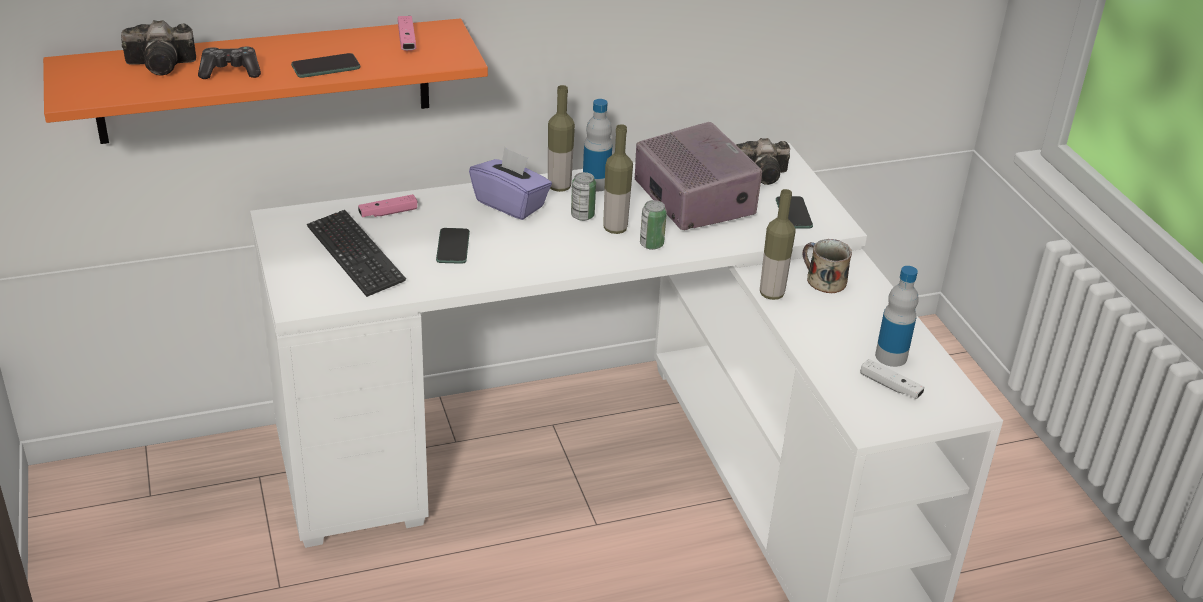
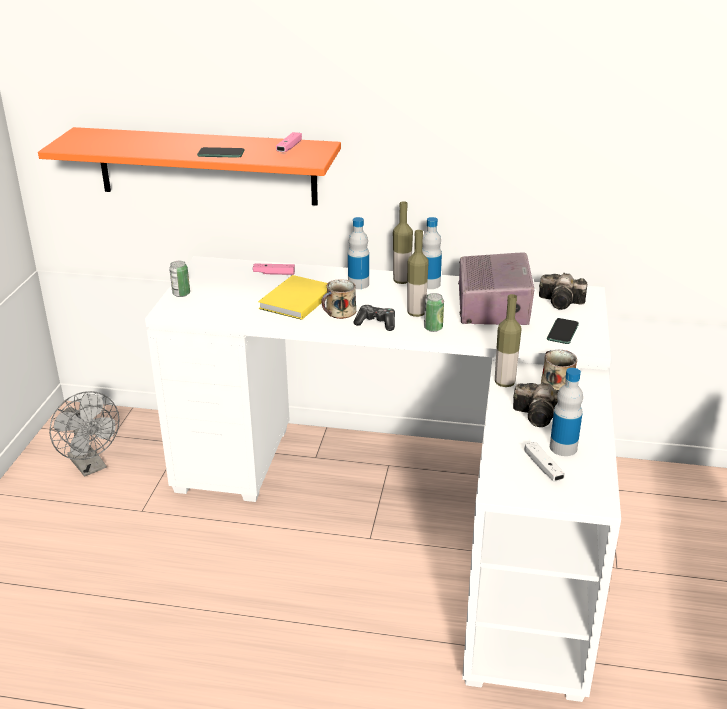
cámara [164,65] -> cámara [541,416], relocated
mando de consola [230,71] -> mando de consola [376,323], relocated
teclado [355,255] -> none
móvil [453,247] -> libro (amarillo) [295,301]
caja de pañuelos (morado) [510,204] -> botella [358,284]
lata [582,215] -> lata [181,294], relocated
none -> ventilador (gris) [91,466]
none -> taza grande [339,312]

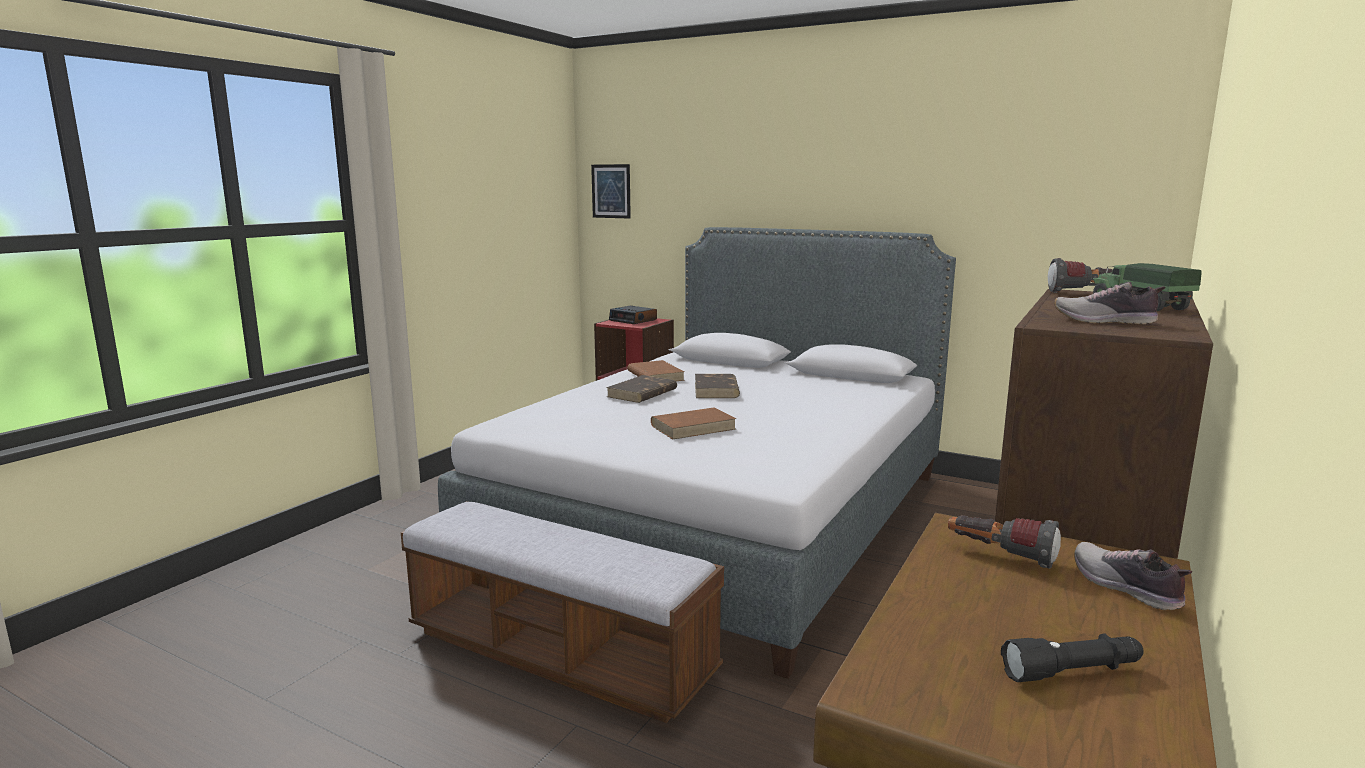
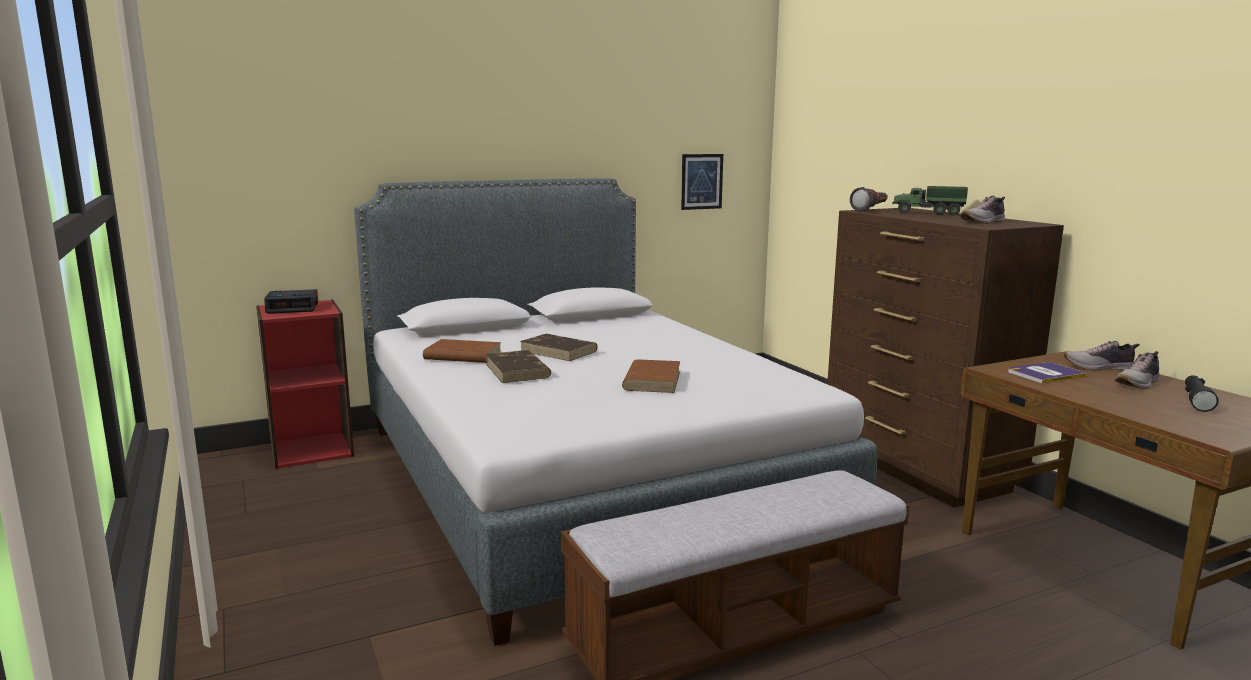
cuadro [611,191] -> cuadro [701,181], relocated
linterna [1000,556] -> libro [1045,374]
none -> zapato [1138,383]

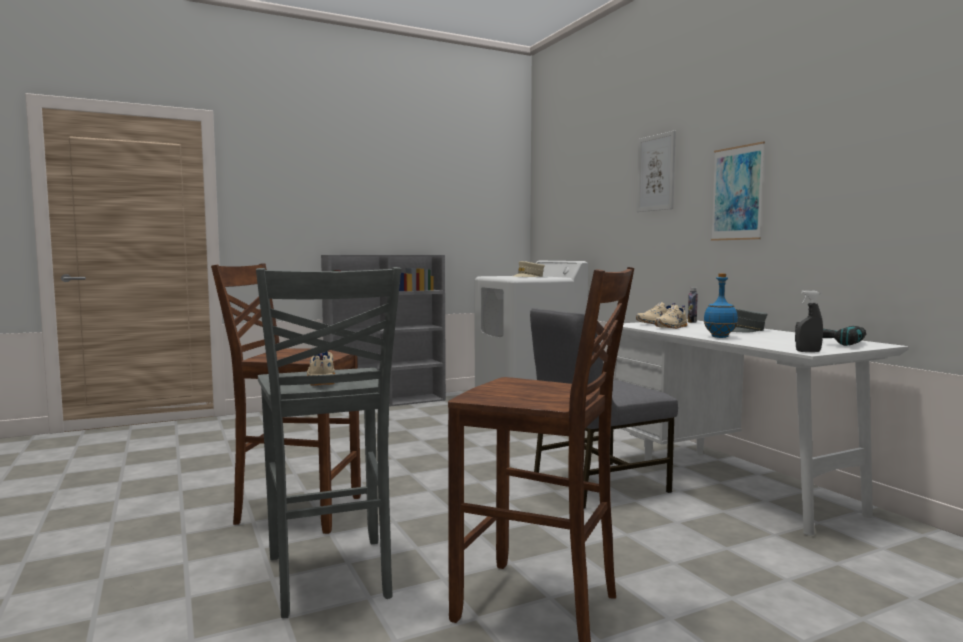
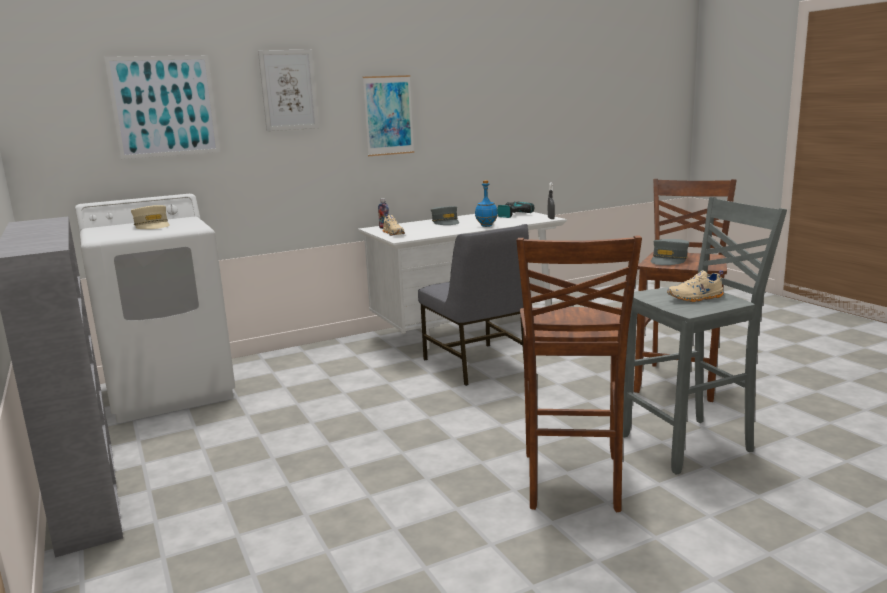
zapato (beis) [672,327] -> none
none -> cuadro [164,106]
none -> gorra (gris) [669,260]

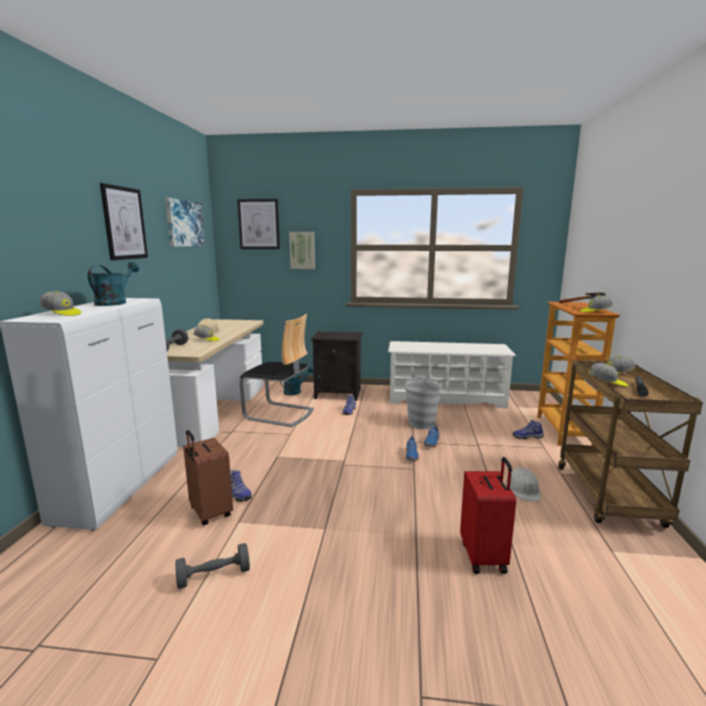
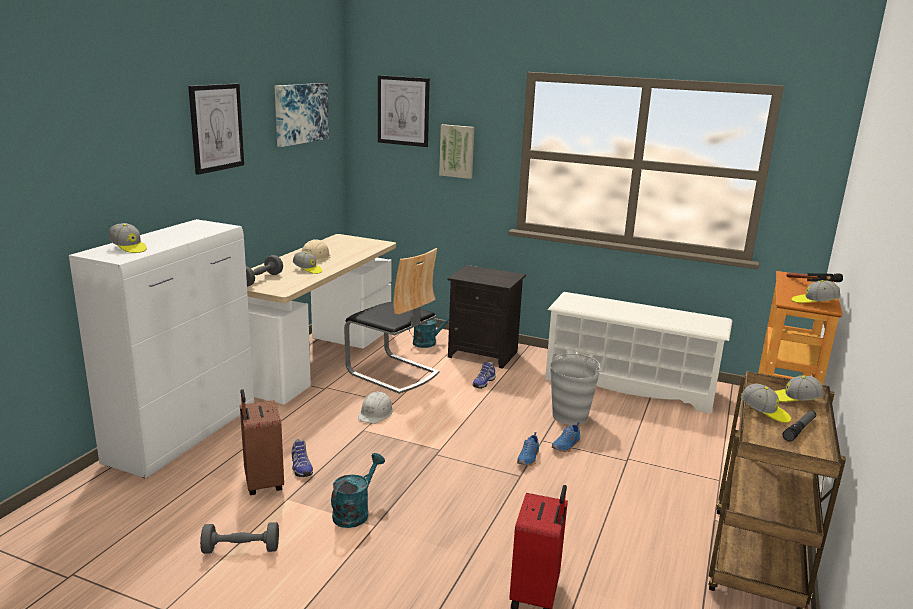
regadera (turquesa) [115,302] -> regadera (turquesa) [355,512], relocated
casco (blanco) [523,489] -> casco (blanco) [376,413], relocated
zapato [527,436] -> none

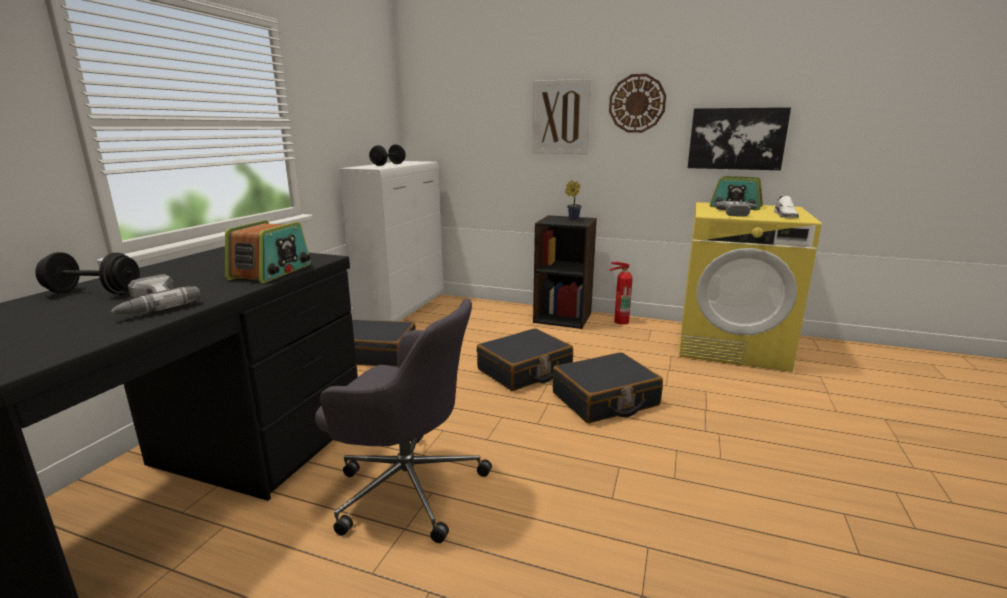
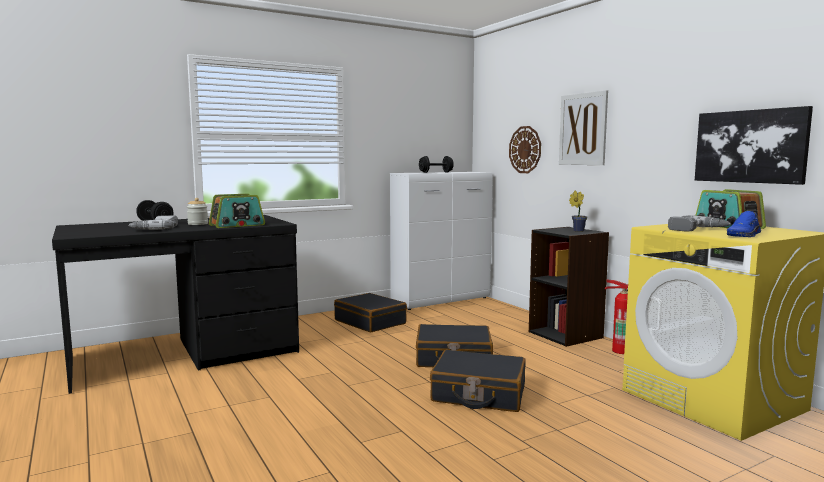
silla de oficina (gris) [406,486] -> none
reloj de pared [637,103] -> reloj de pared [525,149], relocated
zapato (blanco) [786,216] -> zapato (azul) [745,235]
none -> tarro [198,224]

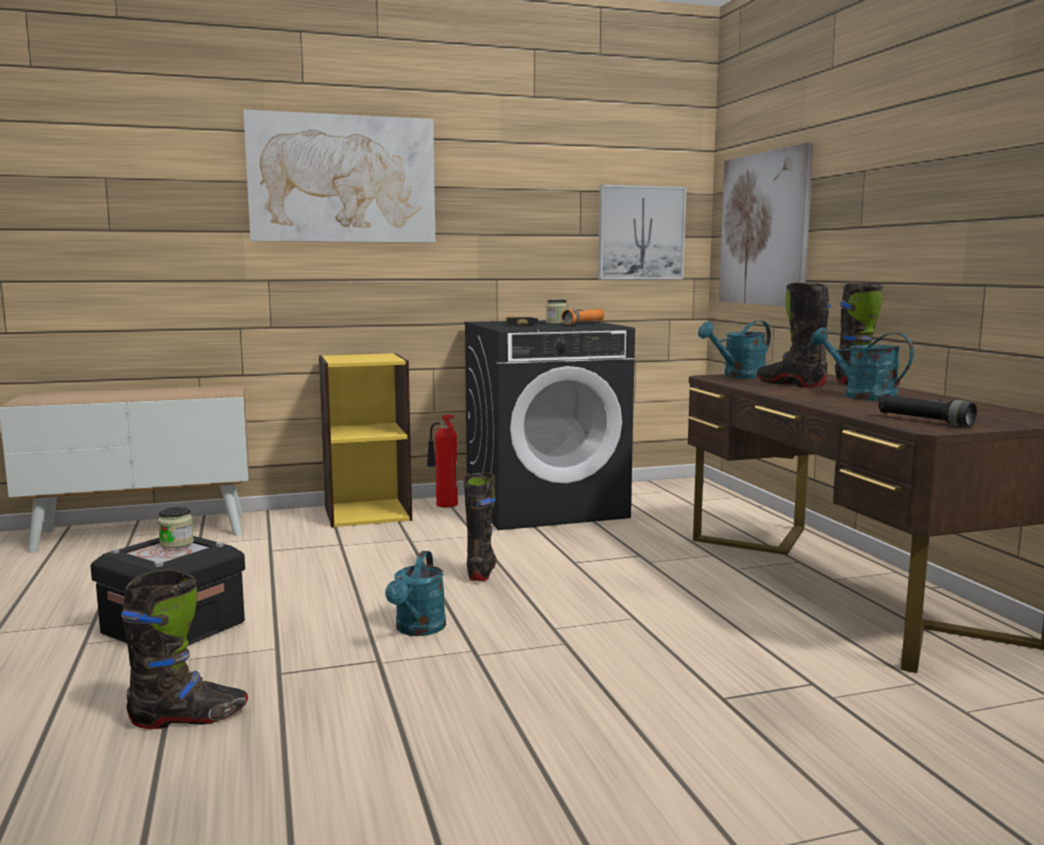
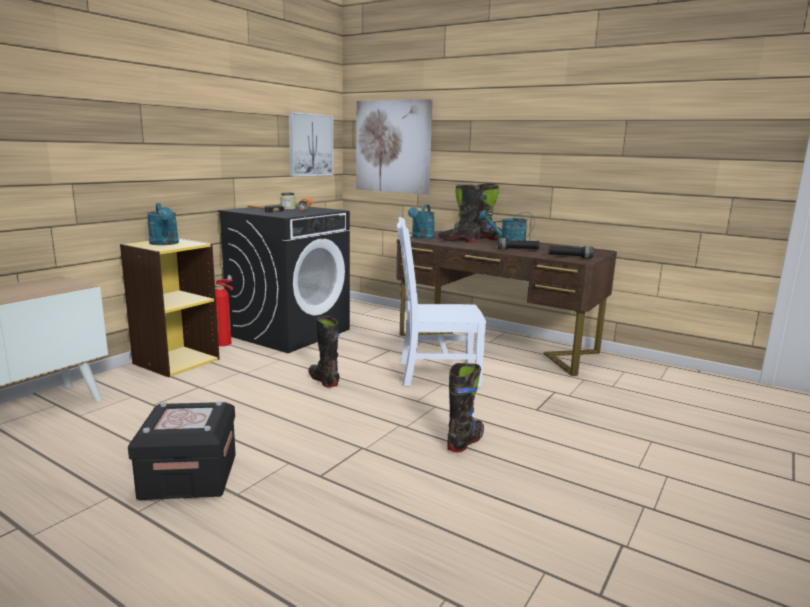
bota (negro) [189,718] -> bota (negro) [465,441], relocated
tarro [176,543] -> none
cuadro [342,179] -> none
regadera (turquesa) [418,630] -> regadera (turquesa) [165,243], relocated
none -> silla (blanco) [435,374]
none -> linterna (negro) [517,249]

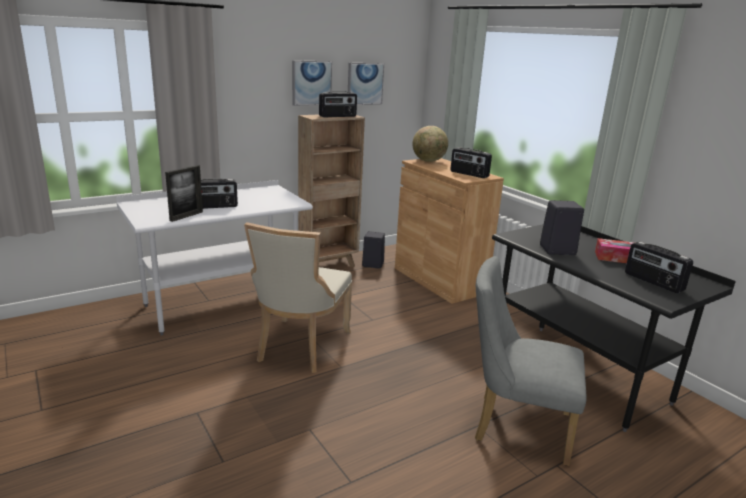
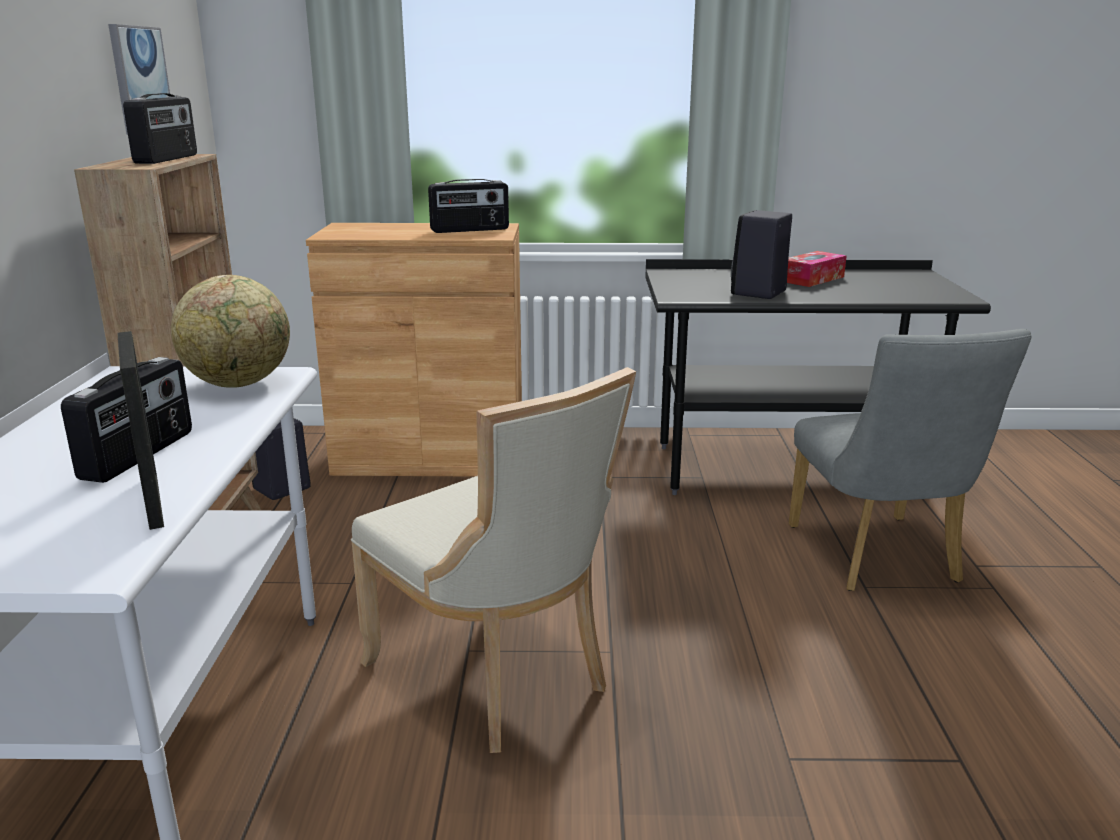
cuadro [311,83] -> none
globo terráqueo [429,161] -> globo terráqueo [239,384], relocated
silla (gris) [514,426] -> silla (gris) [879,559], 60 degrees counterclockwise
radio [653,282] -> none

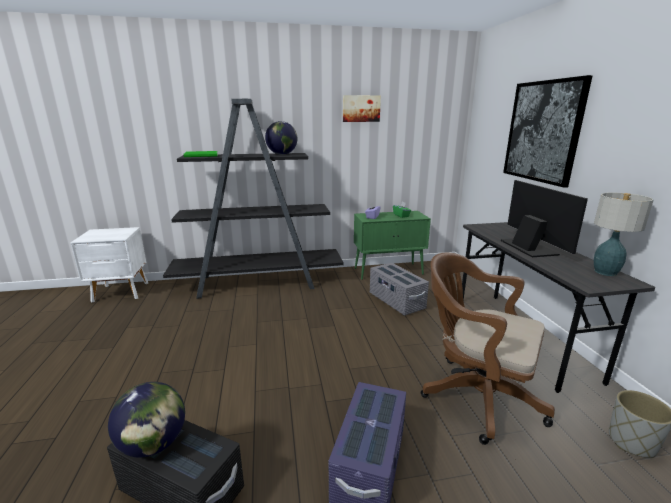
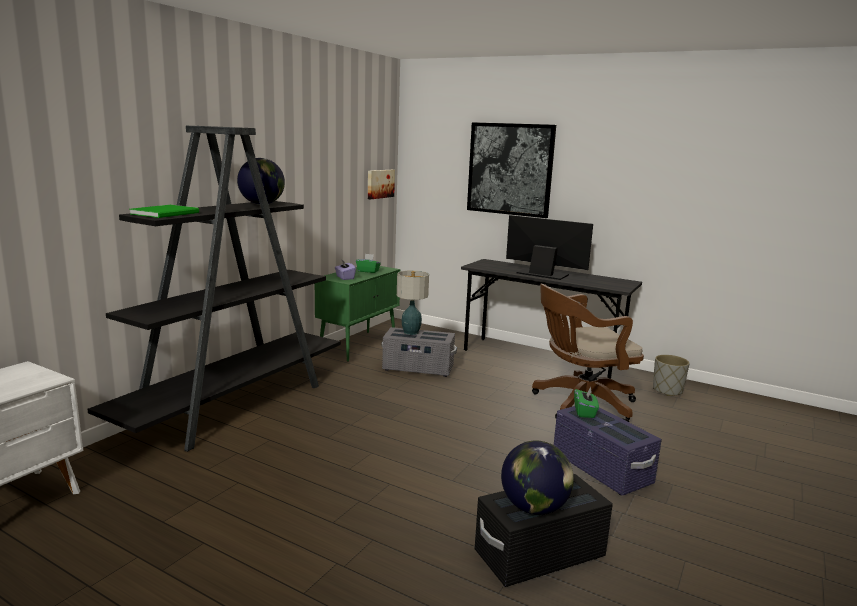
cuadro [361,108] -> cuadro [379,184], relocated
lámpara de mesa [605,272] -> lámpara de mesa [410,332], relocated
none -> caja de pañuelos (verde) [584,412]

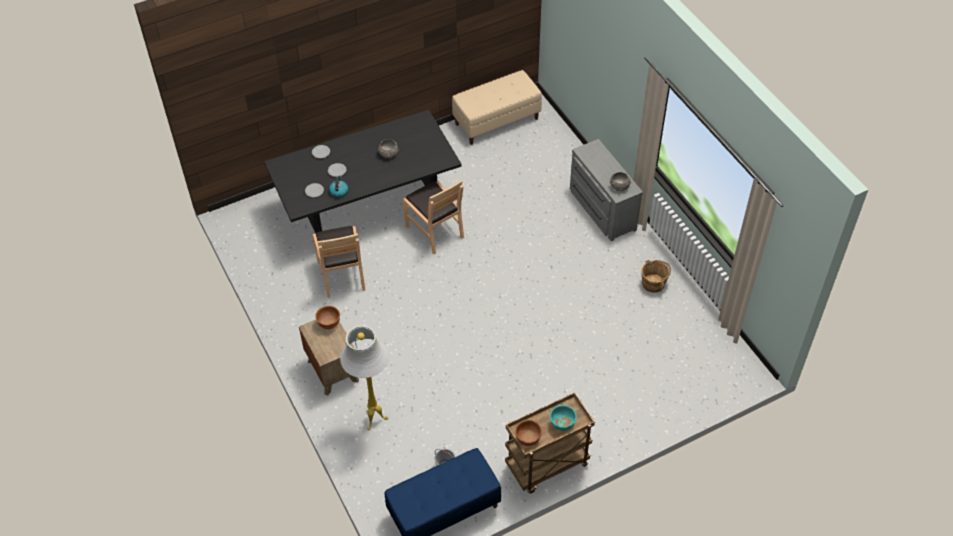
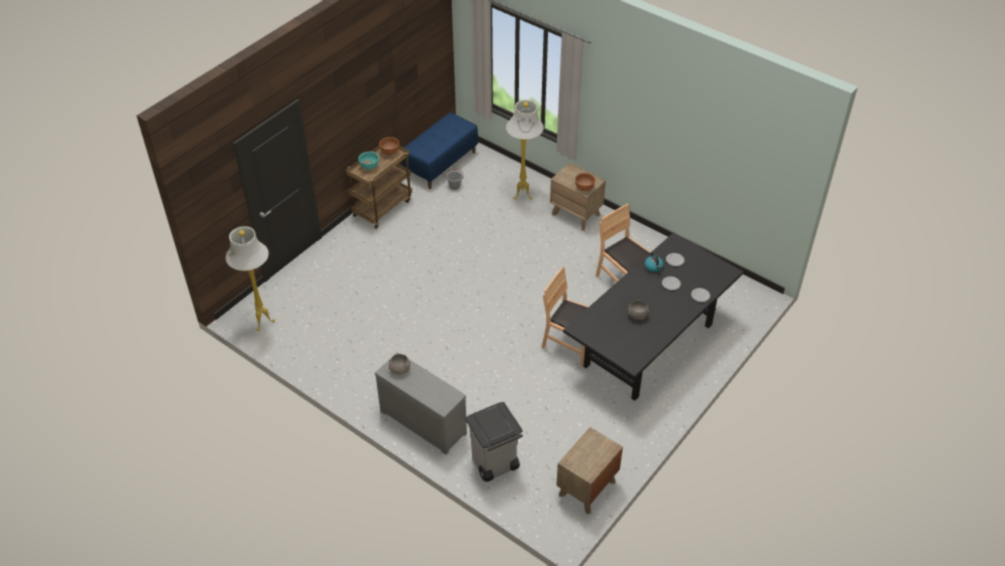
banco (beis) [496,121] -> mesita de noche (marrón) [587,488]
cubo (marrón) [653,283] -> none
none -> lámpara de pie (blanco) [263,324]
none -> papelera (gris) [494,465]

